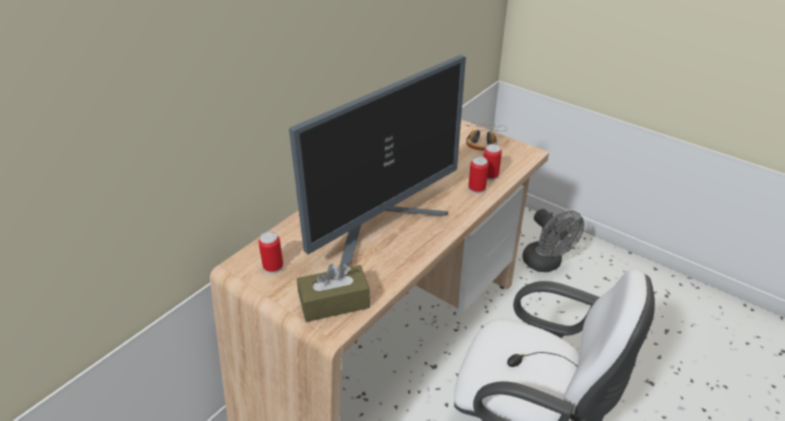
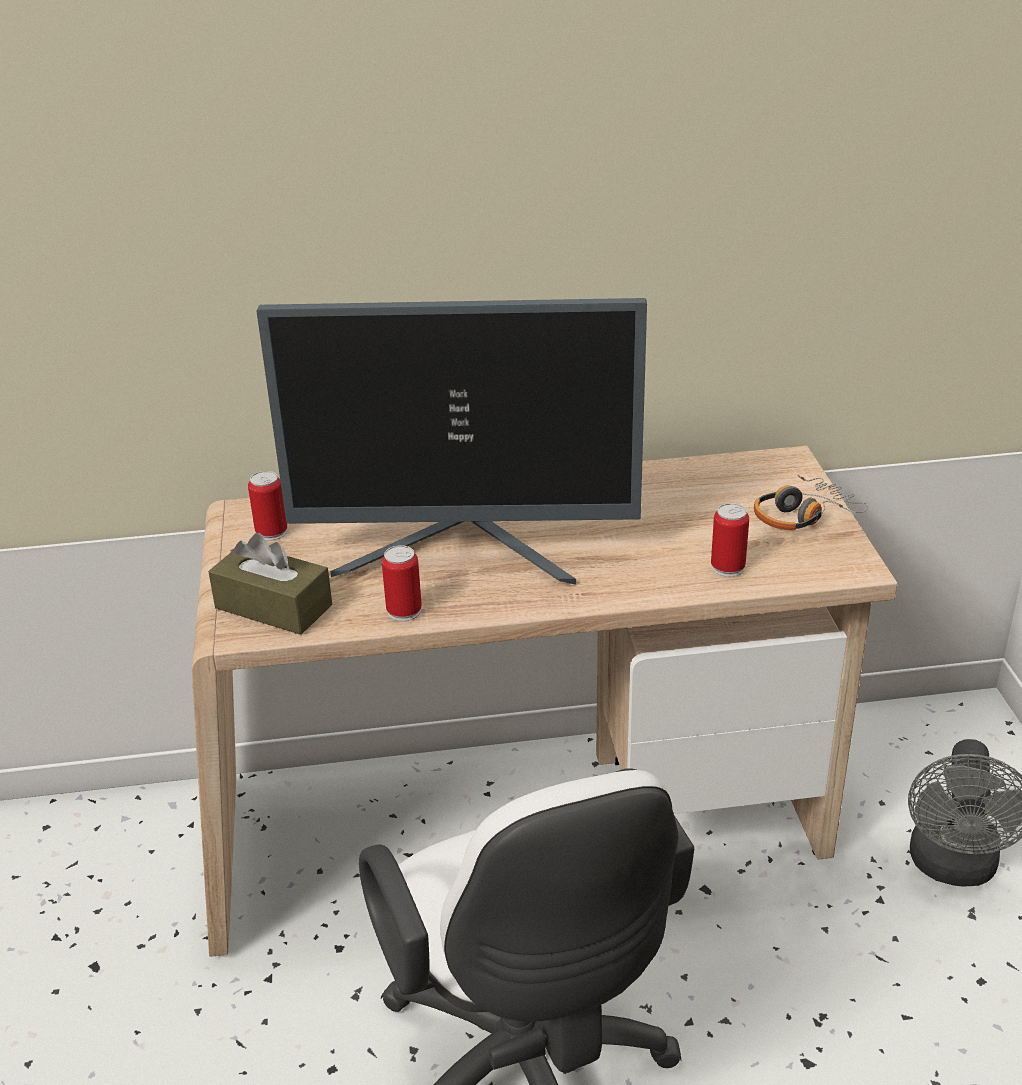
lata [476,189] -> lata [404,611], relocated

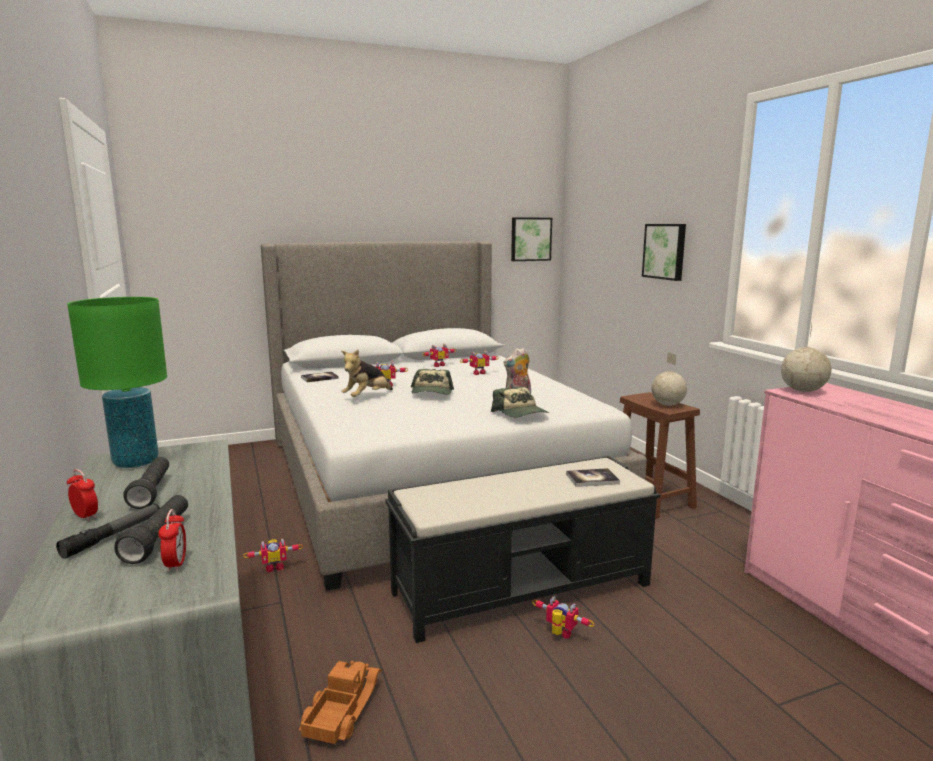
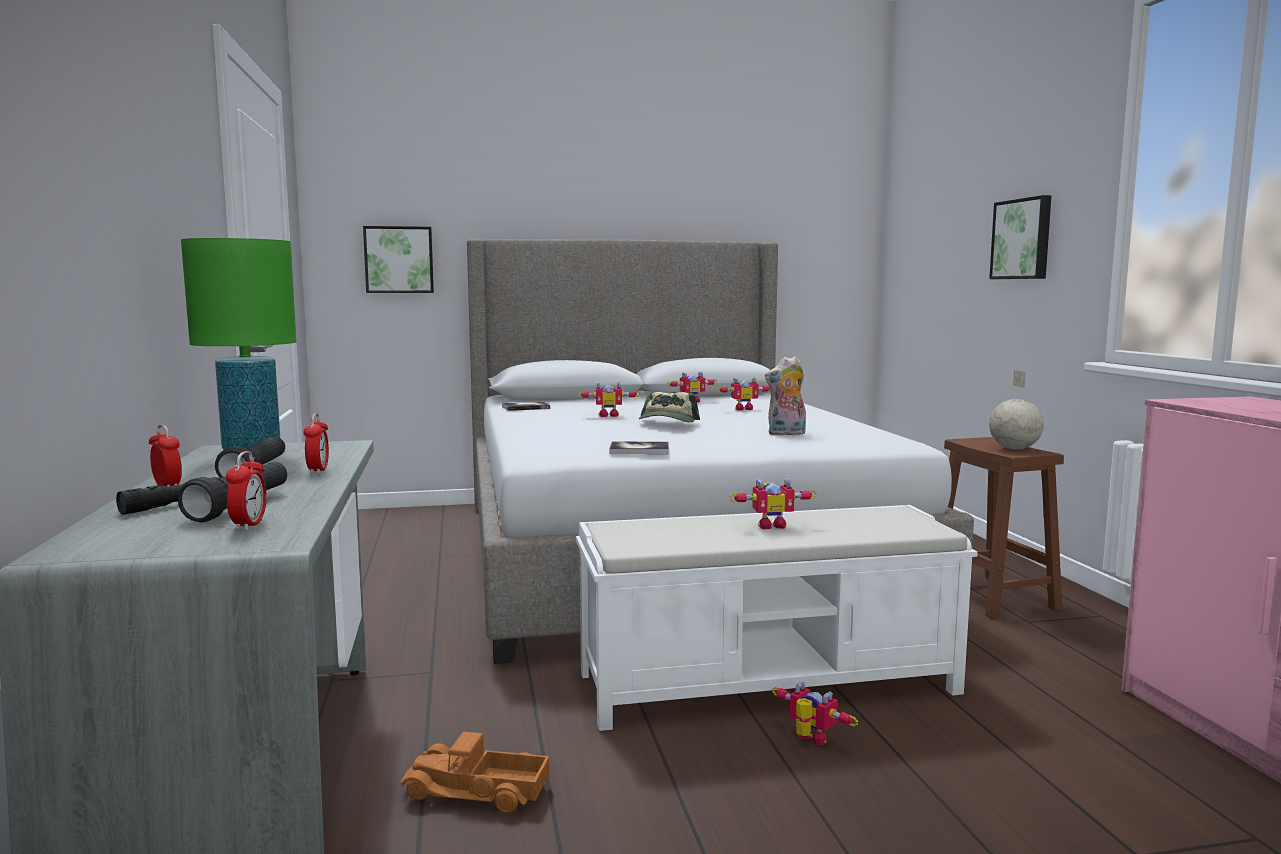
robot de juguete [274,567] -> robot de juguete [770,525], relocated
camión de juguete [340,709] -> camión de juguete [476,792], 105 degrees counterclockwise
peluche [367,397] -> none
banco (negro) [523,588] -> banco (blanco) [770,683]
gorra [520,413] -> none
cuadro [530,239] -> cuadro [399,260], relocated
libro [592,479] -> libro [639,450], relocated
globo terráqueo [803,391] -> none
none -> despertador [318,471]

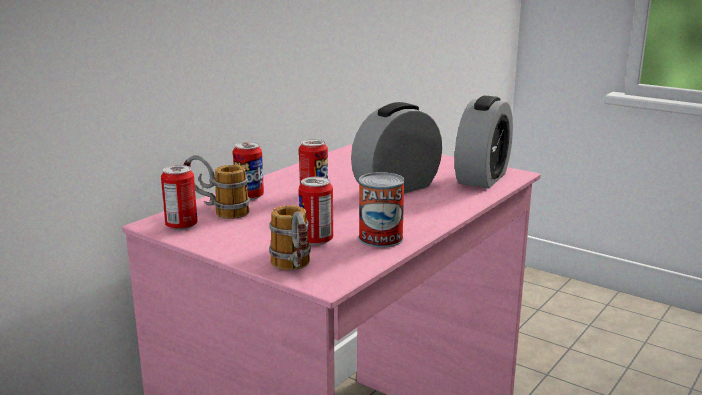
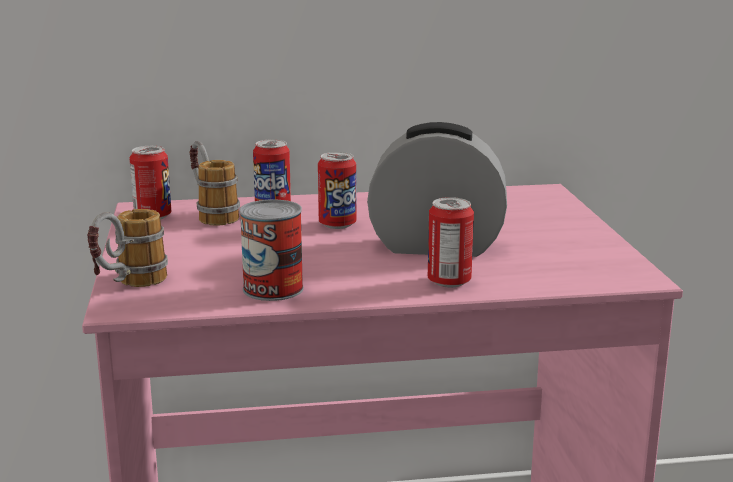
lata [316,240] -> lata [449,281], relocated
despertador [482,178] -> none

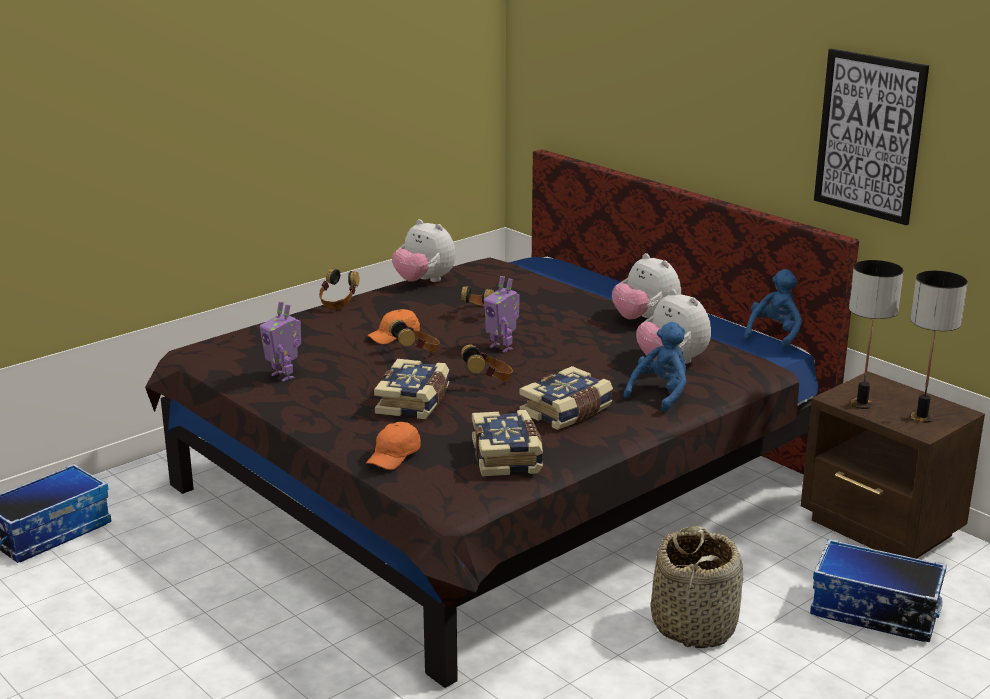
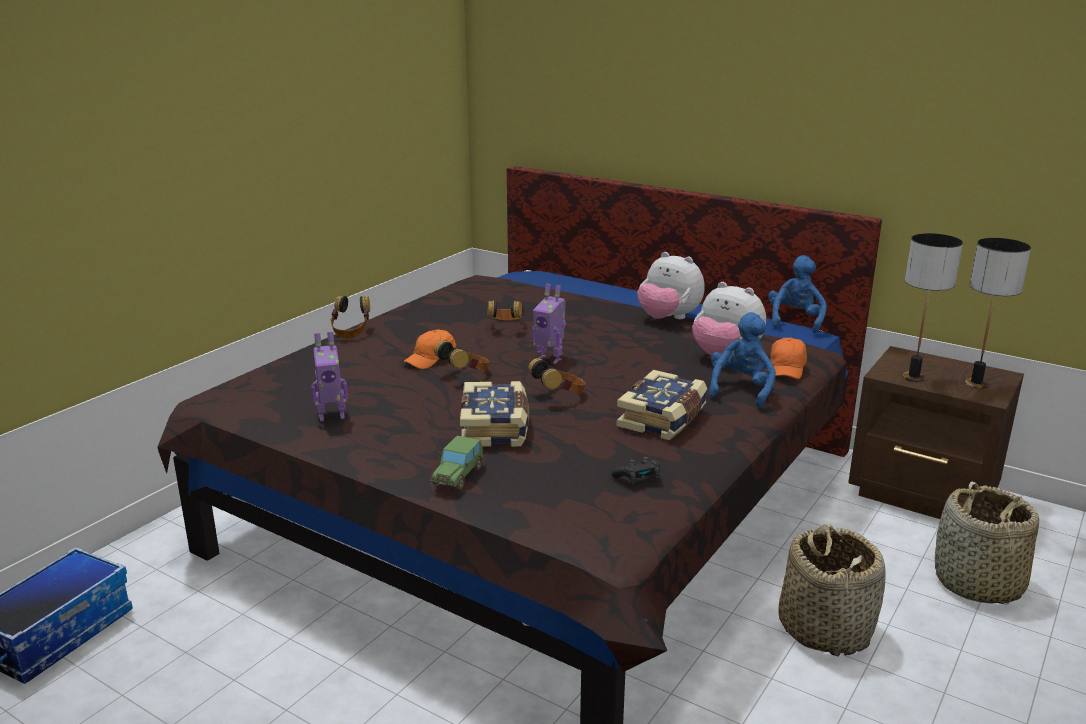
robot de juguete [284,376] -> robot de juguete [331,416], 45 degrees counterclockwise
gorra (naranja) [394,456] -> gorra (naranja) [787,369], relocated
peluche [424,281] -> none
libro [508,457] -> mando de consola (negro) [638,478]
caja de almacenaje [873,612] -> cesta [977,583]
cuadro [869,136] -> none
none -> coche de juguete [458,476]

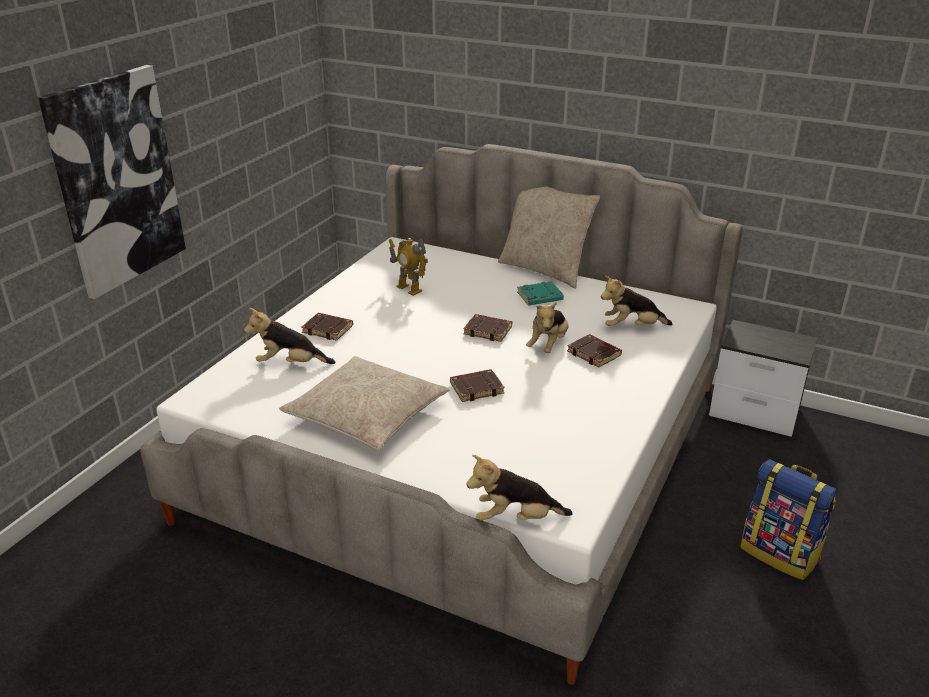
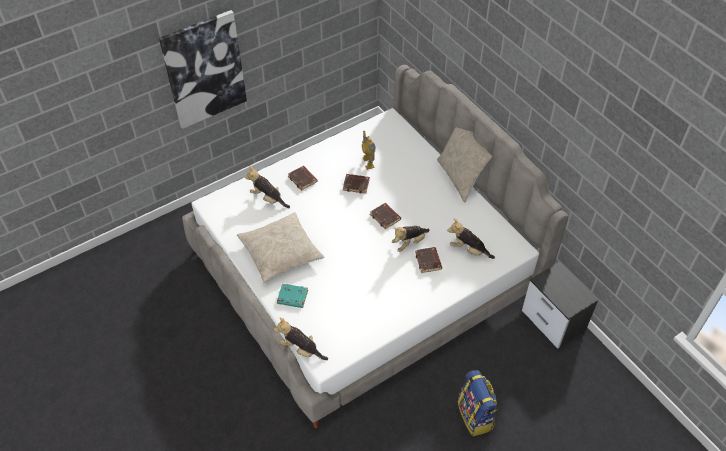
libro (marrón) [477,388] -> libro (marrón) [356,185], relocated
libro (turquesa) [539,297] -> libro (turquesa) [292,297], relocated

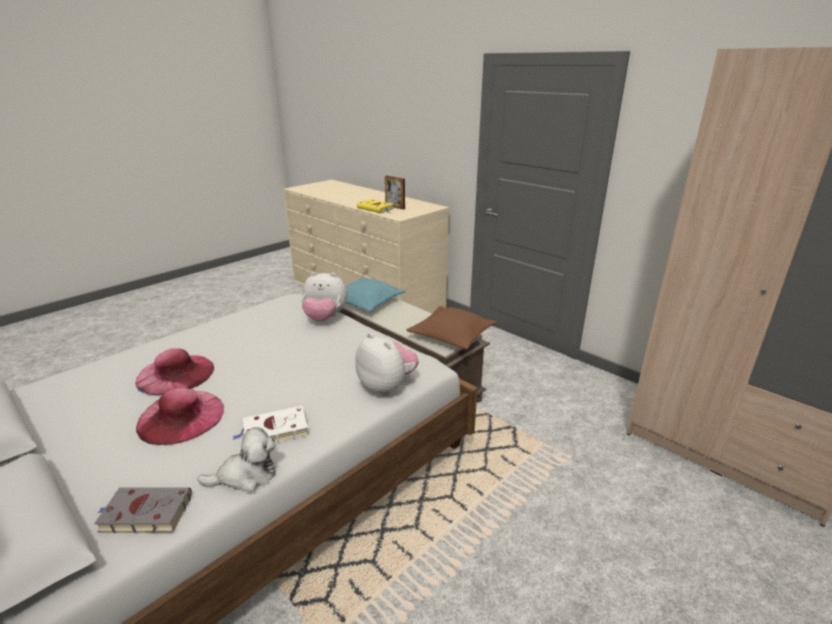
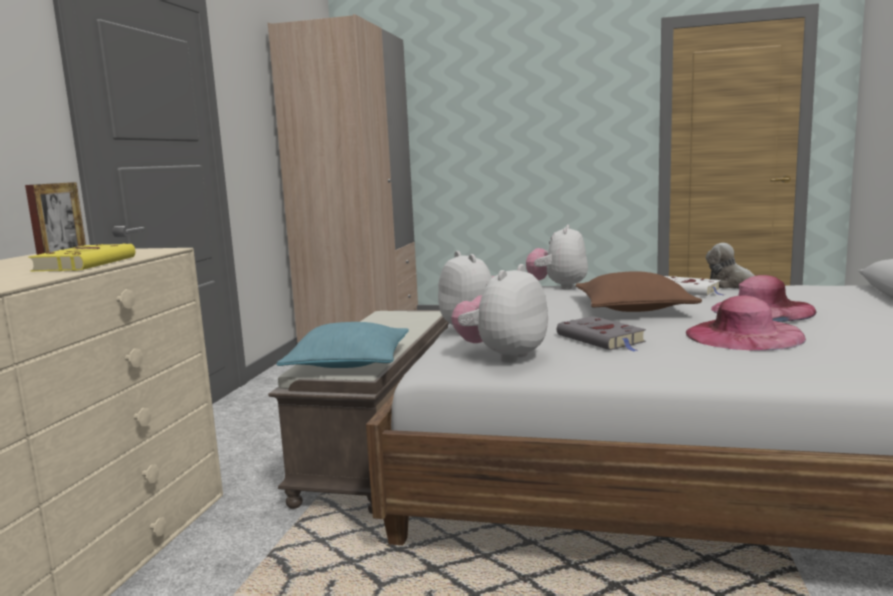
libro (gris) [144,513] -> libro (gris) [602,339], relocated
cojín (marrón) [452,335] -> cojín (marrón) [633,308], relocated
none -> peluche [503,356]

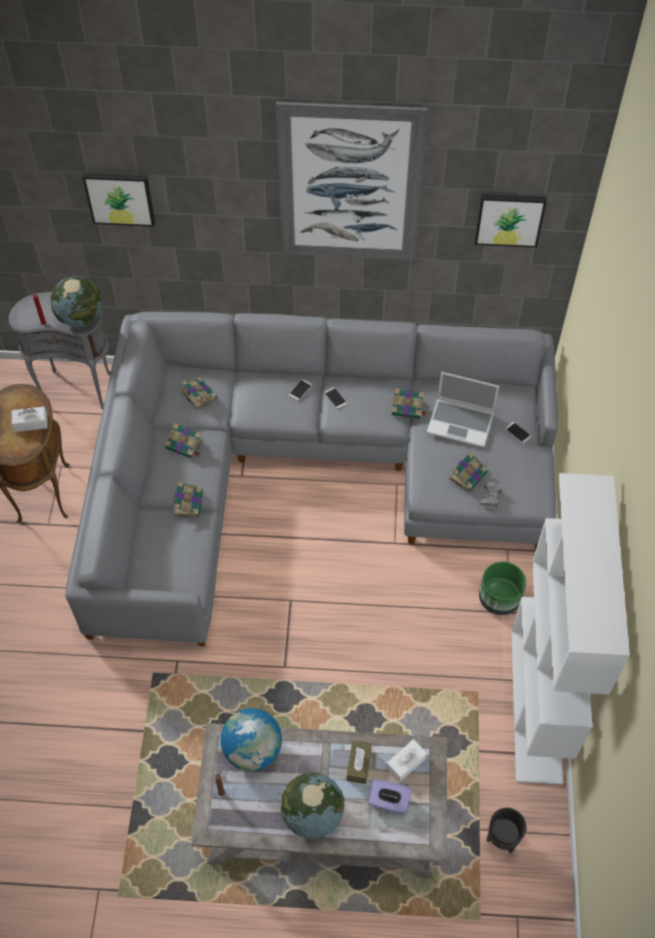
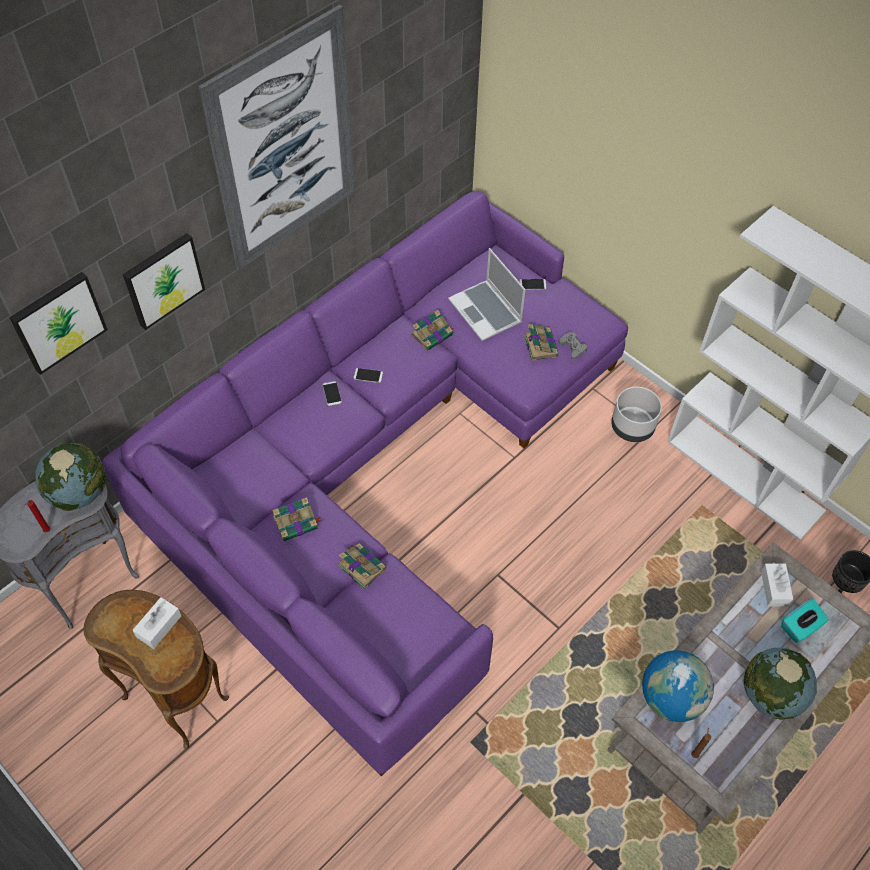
sofá (gris) [305,470] -> sofá (morado) [379,466]
libro [198,395] -> none
caja de pañuelos (marrón) [359,764] -> none
caja de pañuelos (morado) [388,801] -> caja de pañuelos (turquesa) [800,627]
portátil [461,423] -> portátil [486,312], 90 degrees clockwise
cuadro [509,218] -> cuadro [163,280], relocated
maceta (verde) [499,598] -> maceta (gris) [632,427]

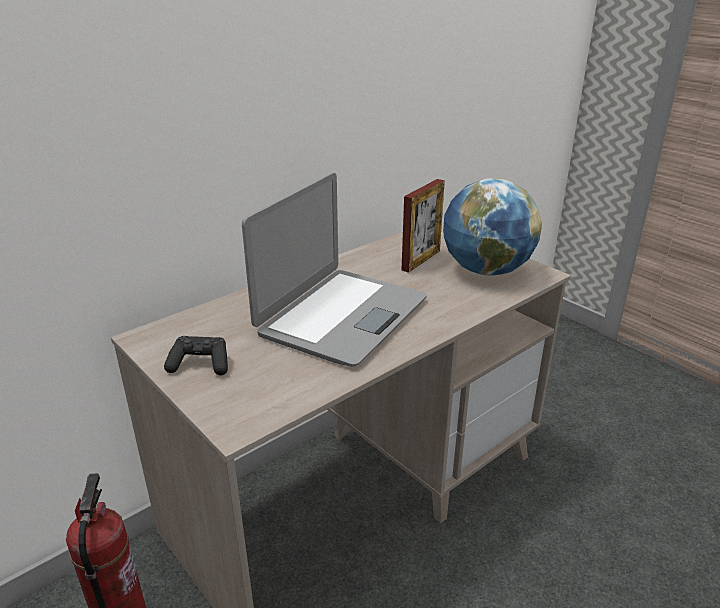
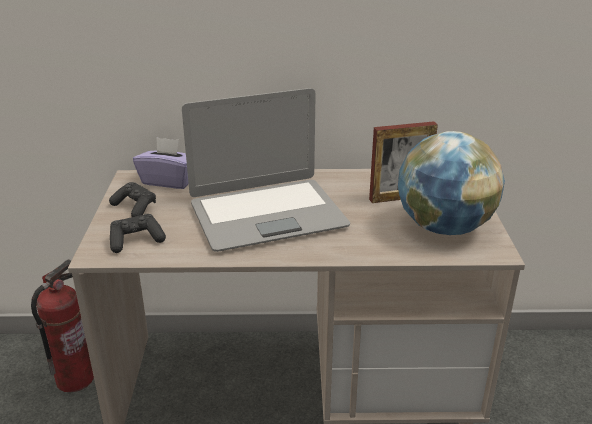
none -> mando de consola (negro) [136,241]
none -> caja de pañuelos (morado) [169,181]

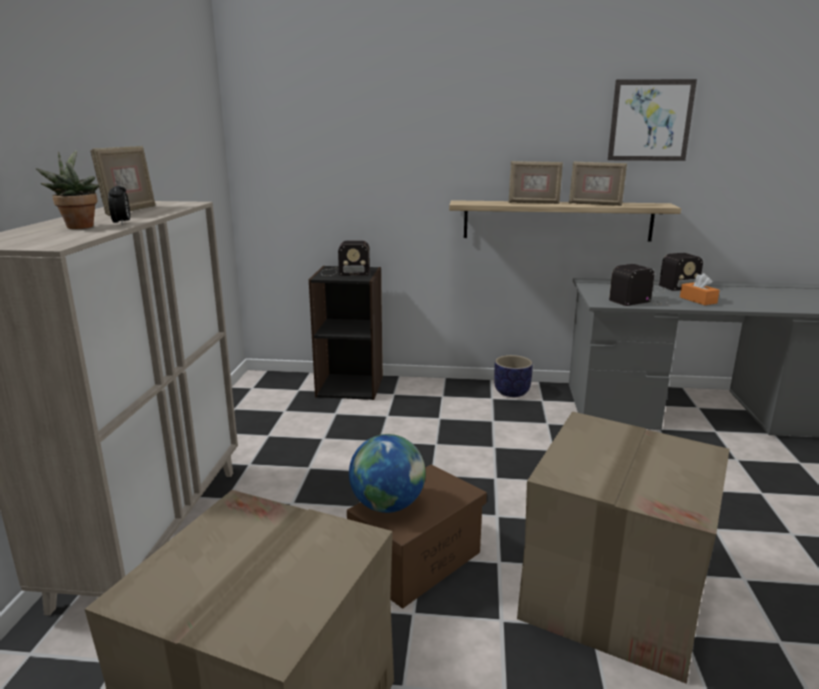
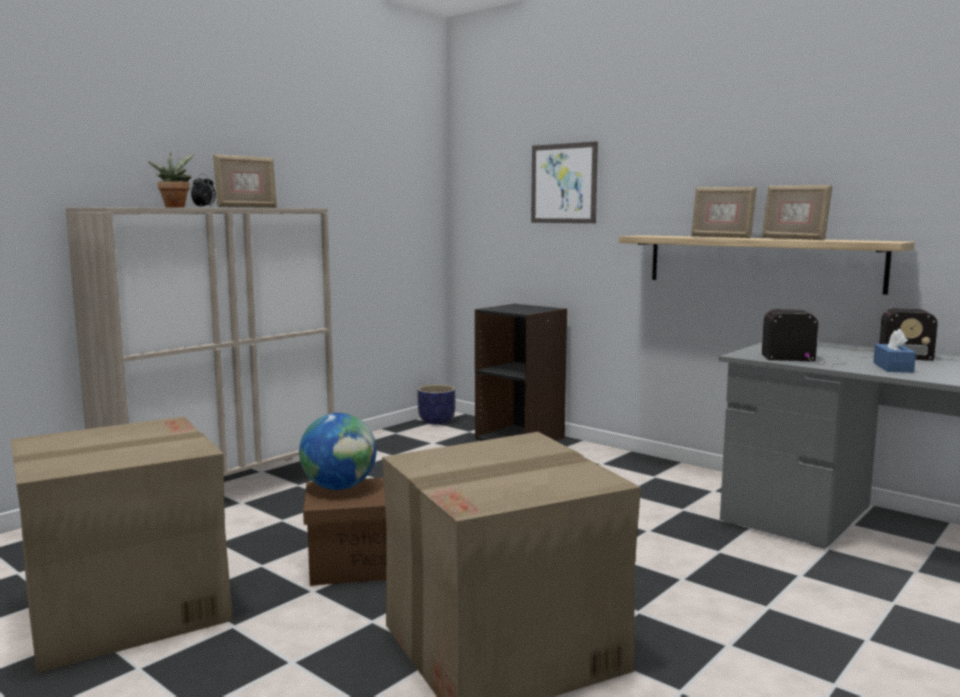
radio [343,272] -> none
maceta [511,392] -> maceta [436,421], relocated
cuadro [650,120] -> cuadro [563,183], relocated
caja de pañuelos (naranja) [698,300] -> caja de pañuelos (azul) [893,367]

